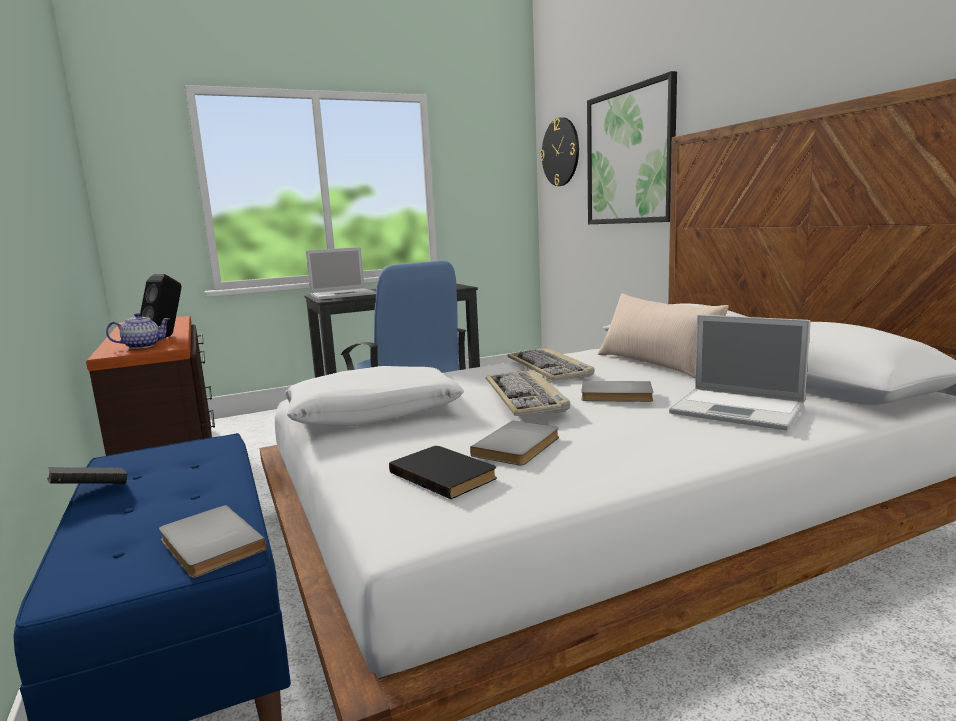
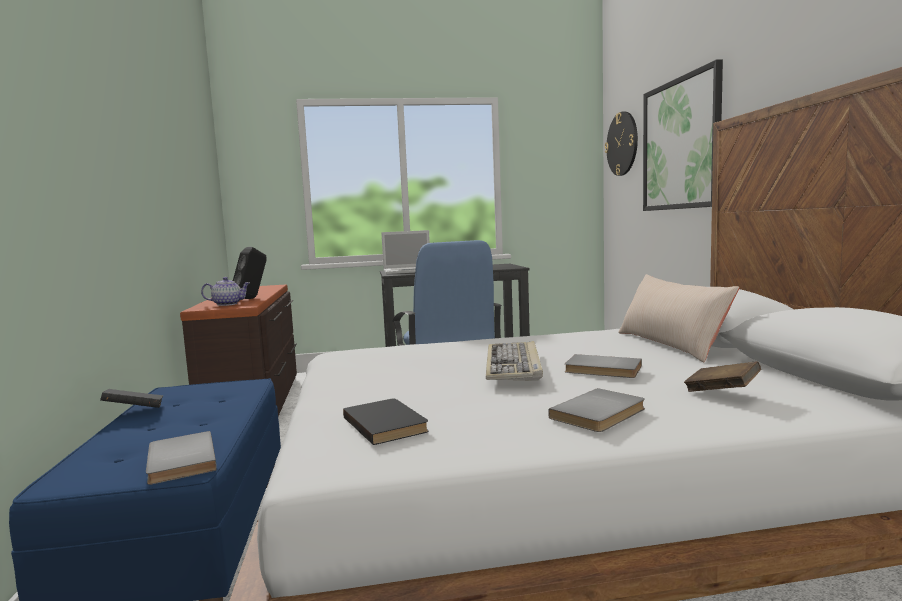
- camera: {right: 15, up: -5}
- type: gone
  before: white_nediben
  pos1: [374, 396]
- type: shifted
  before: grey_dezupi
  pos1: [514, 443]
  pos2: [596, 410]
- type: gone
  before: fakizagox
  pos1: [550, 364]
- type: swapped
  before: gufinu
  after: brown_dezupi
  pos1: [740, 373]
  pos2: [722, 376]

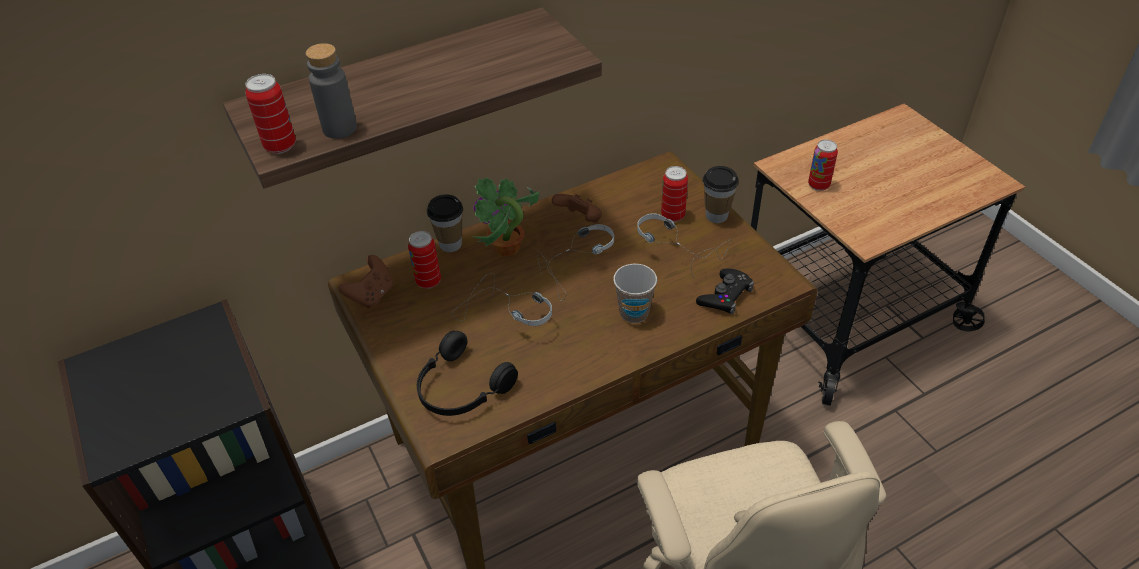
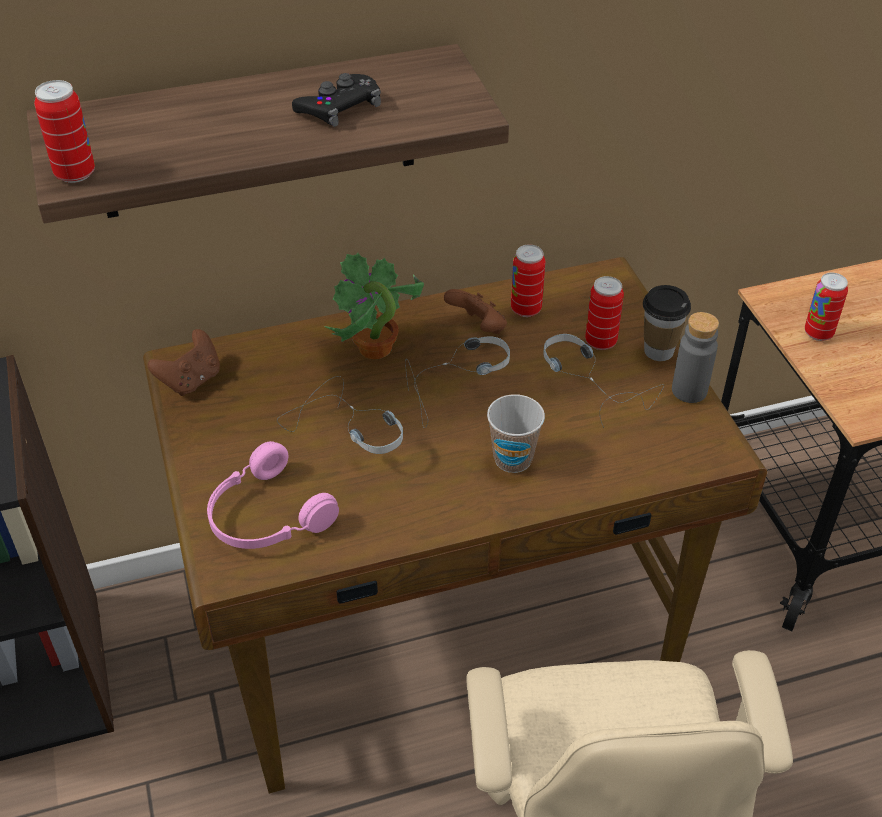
- camera: {right: 10, up: 0}
- type: shifted
  before: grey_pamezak
  pos1: [331, 91]
  pos2: [695, 357]
- type: shifted
  before: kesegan
  pos1: [424, 260]
  pos2: [528, 281]
- type: repainted
  before: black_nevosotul
  after: pink_nevosotul
  pos1: [467, 373]
  pos2: [273, 495]
- type: gone
  before: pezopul
  pos1: [445, 223]
- type: shifted
  before: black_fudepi
  pos1: [725, 292]
  pos2: [336, 100]

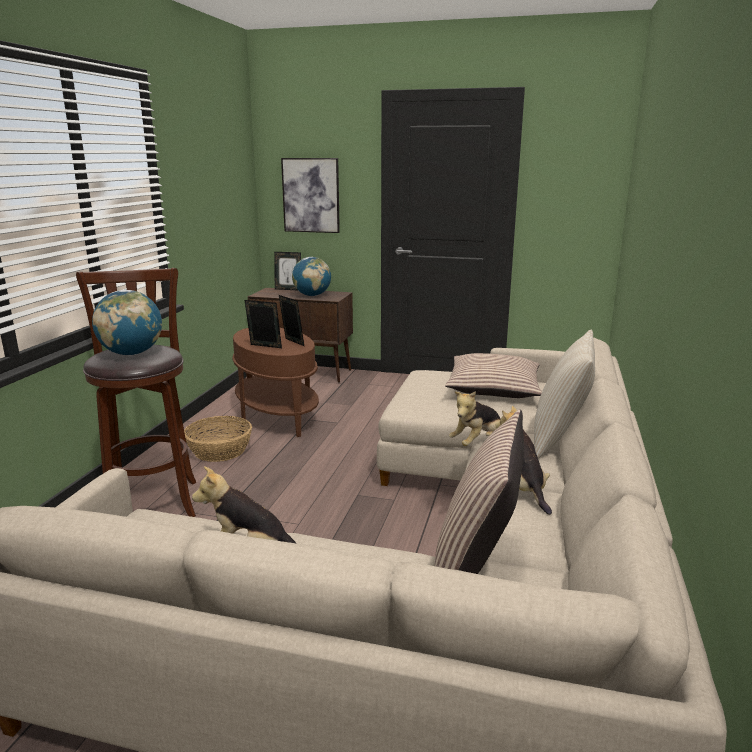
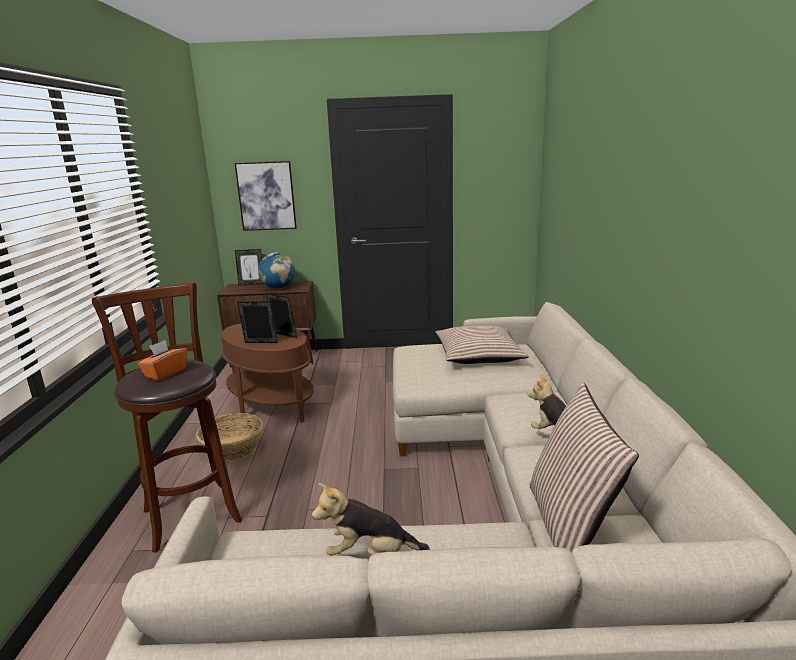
- camera: {right: -15, up: 0}
- type: swapped
  before: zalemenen
  after: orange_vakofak
  pos1: [127, 322]
  pos2: [162, 360]
- type: gone
  before: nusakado
  pos1: [475, 418]
- type: gone
  before: beige_nediben
  pos1: [564, 394]

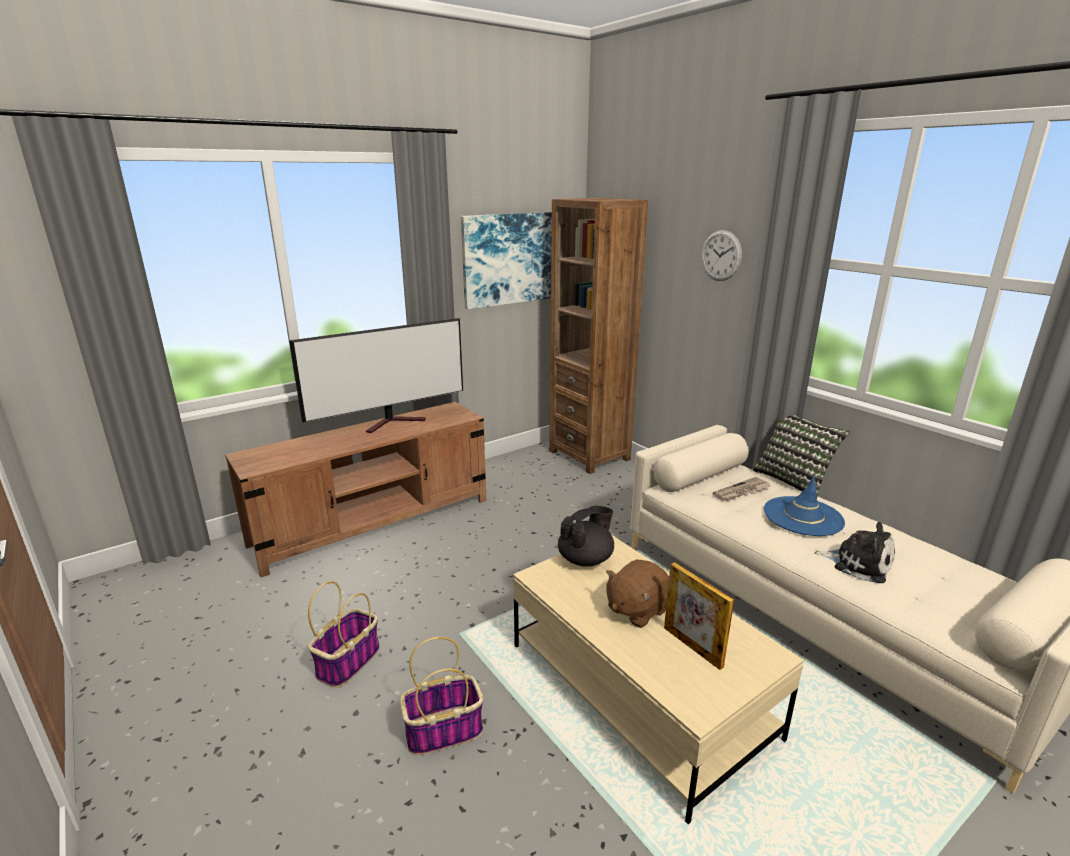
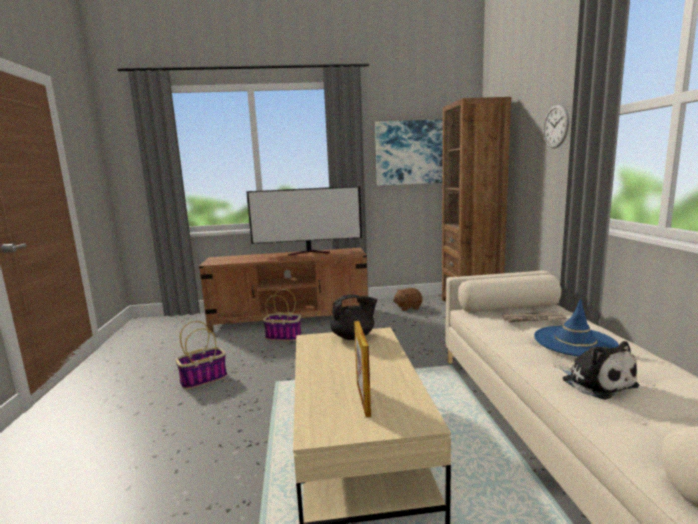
- camera: {right: 30, up: -10}
- type: shifted
  before: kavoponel
  pos1: [441, 696]
  pos2: [282, 315]
- type: shifted
  before: brown_nusakado
  pos1: [637, 593]
  pos2: [407, 299]
- type: gone
  before: nediben
  pos1: [801, 455]

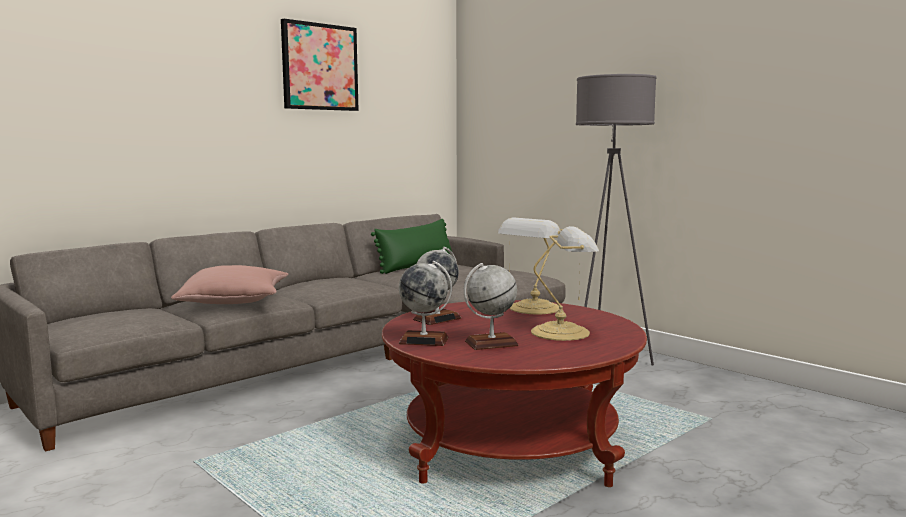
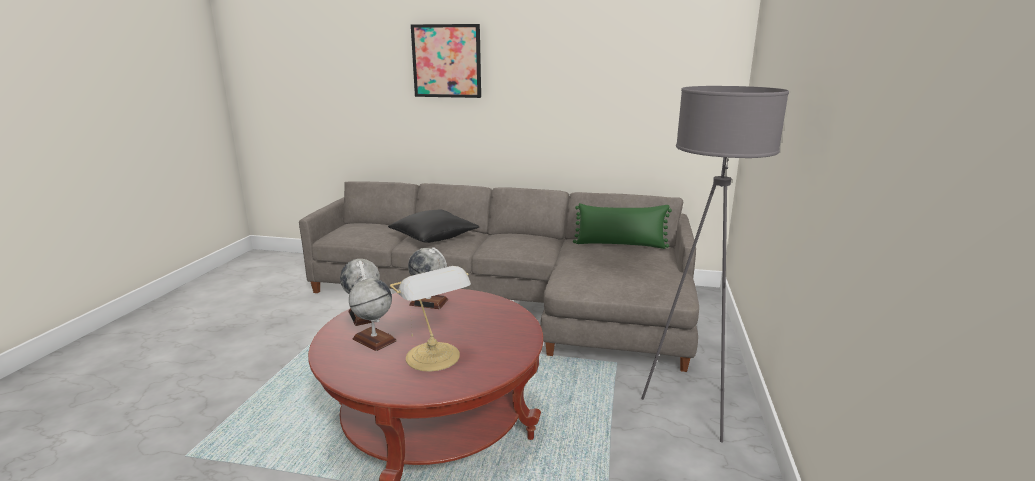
- camera: {right: 55, up: 10}
- type: repainted
  before: pink_nediben
  after: black_nediben
  pos1: [229, 284]
  pos2: [433, 226]
- type: shifted
  before: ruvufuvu
  pos1: [320, 65]
  pos2: [446, 61]
- type: gone
  before: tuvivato
  pos1: [530, 265]

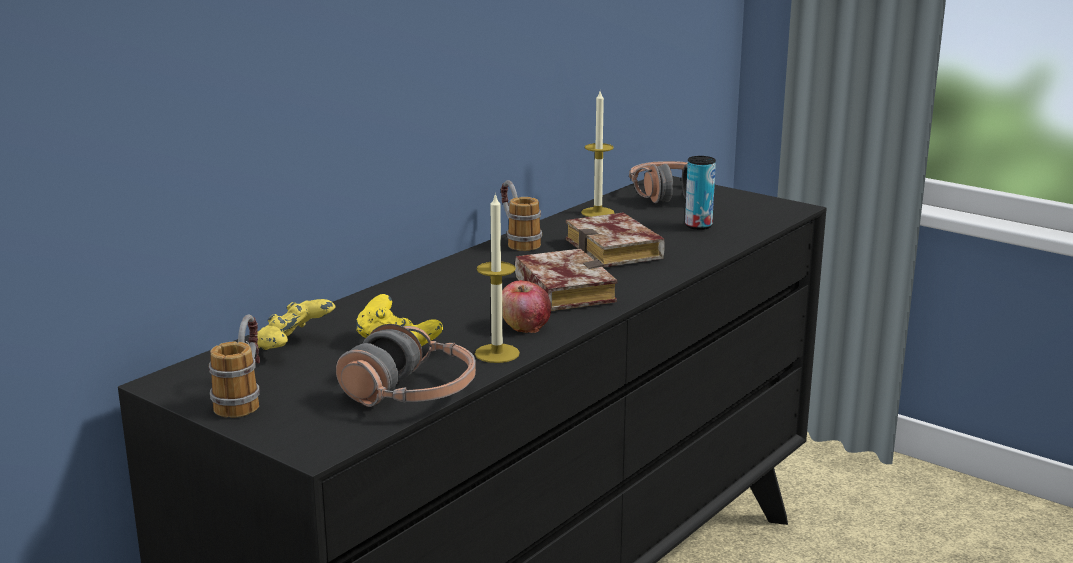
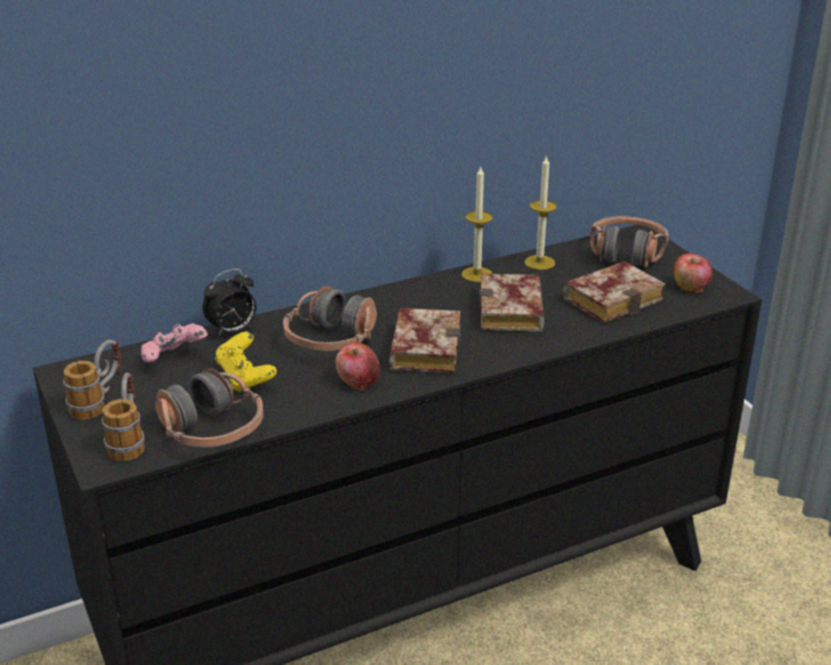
- camera: {right: 25, up: 10}
- type: repainted
  before: yellow_fudepi
  after: pink_fudepi
  pos1: [296, 324]
  pos2: [174, 342]
- type: shifted
  before: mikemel
  pos1: [497, 278]
  pos2: [477, 223]
- type: shifted
  before: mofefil
  pos1: [521, 215]
  pos2: [123, 417]
- type: swapped
  before: kesegan
  after: dezupi
  pos1: [700, 193]
  pos2: [614, 292]
- type: new
  after: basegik
  pos2: [229, 303]
- type: new
  after: nevosotul
  pos2: [330, 318]
- type: new
  after: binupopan
  pos2: [692, 273]

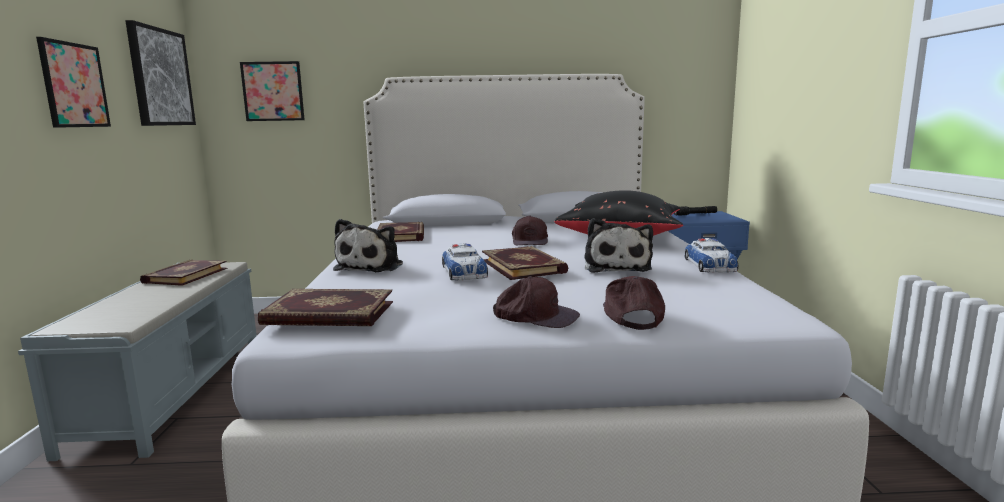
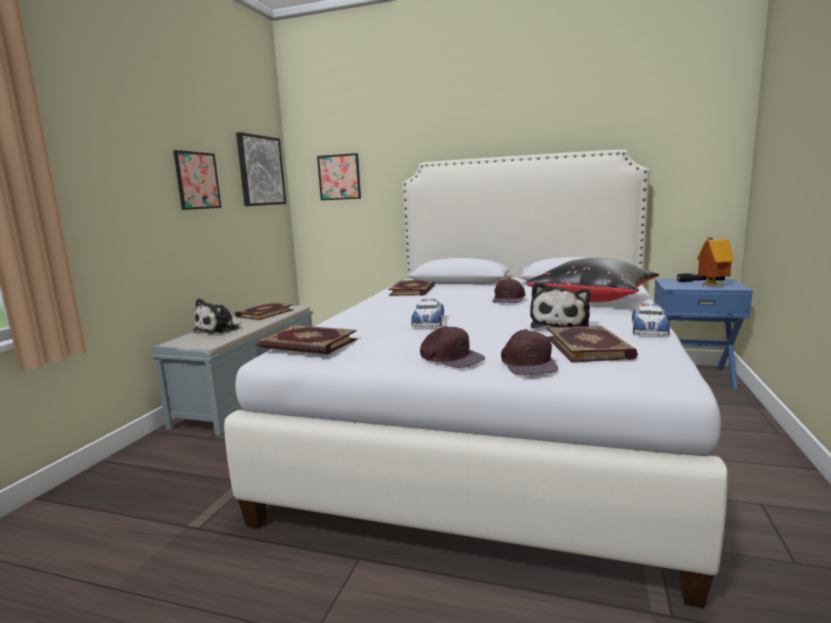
- camera: {right: 20, up: 0}
- type: shifted
  before: nusakado
  pos1: [368, 245]
  pos2: [217, 316]
- type: shifted
  before: dezupi
  pos1: [525, 263]
  pos2: [592, 344]
- type: rotated
  before: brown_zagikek
  pos1: [634, 303]
  pos2: [529, 352]
  turn: 150
- type: new
  after: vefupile
  pos2: [715, 262]

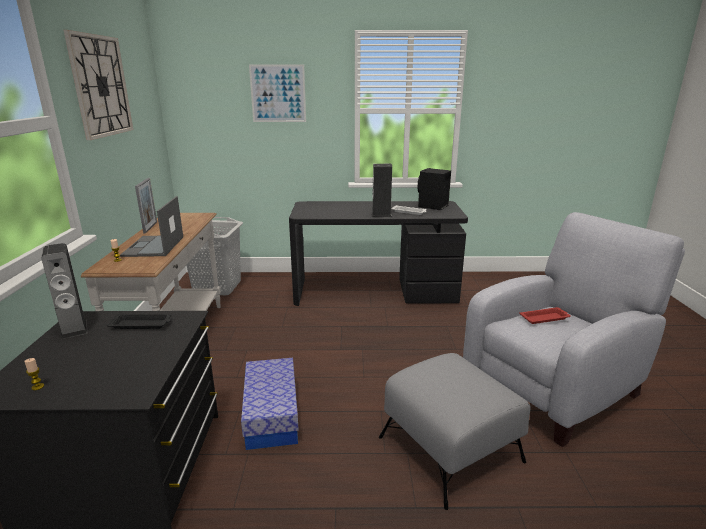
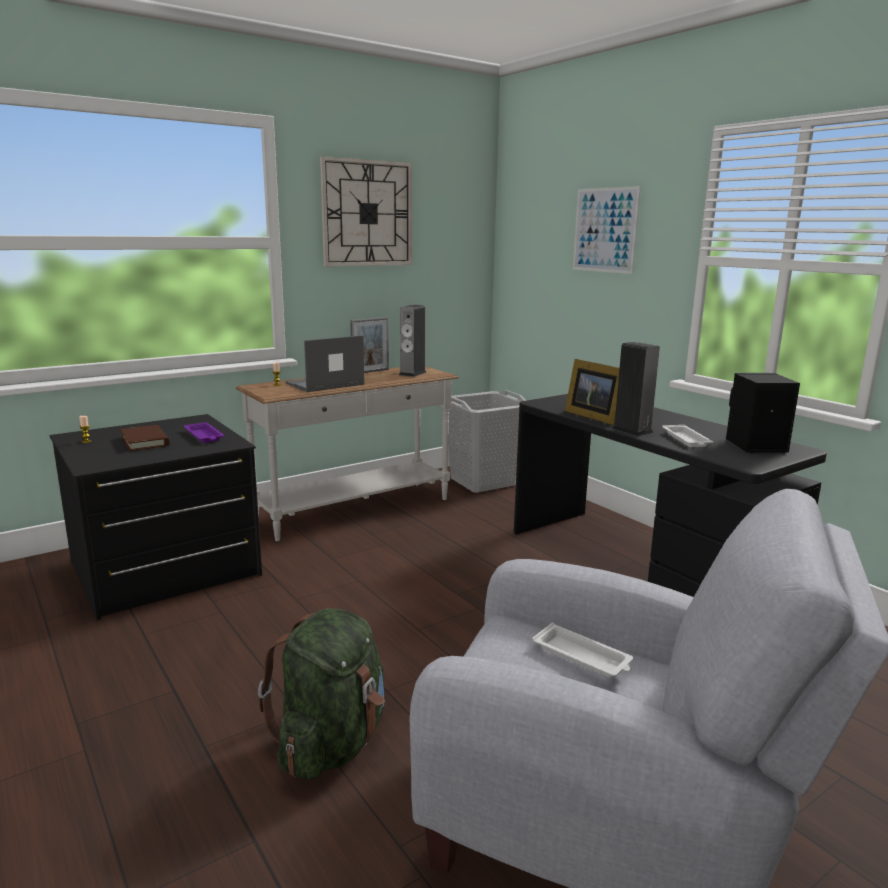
- camera: {right: 55, up: -5}
- type: shifted
  before: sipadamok
  pos1: [64, 291]
  pos2: [412, 341]
- type: repainted
  before: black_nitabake
  after: purple_nitabake
  pos1: [139, 321]
  pos2: [204, 432]
- type: gone
  before: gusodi
  pos1: [270, 404]
- type: swapped
  before: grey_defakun
  after: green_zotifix
  pos1: [455, 431]
  pos2: [321, 694]
- type: repainted
  before: red_nitabake
  after: white_nitabake
  pos1: [545, 315]
  pos2: [582, 650]
- type: new
  after: brown_dezupi
  pos2: [145, 438]
- type: new
  after: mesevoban
  pos2: [592, 392]

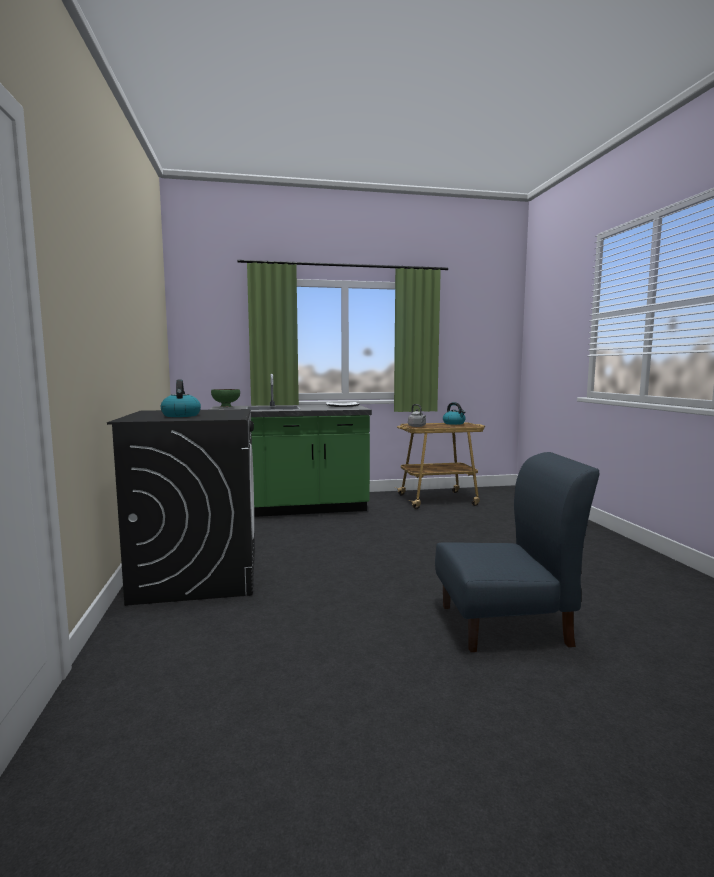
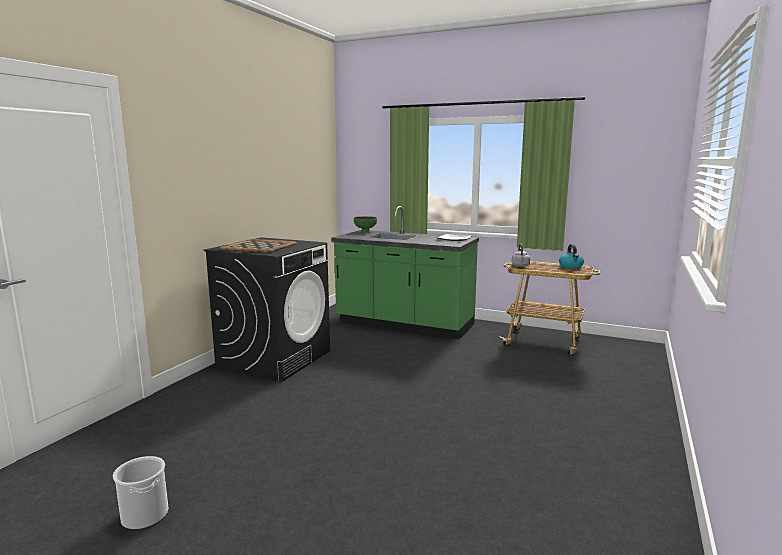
- camera: {right: 35, up: 5}
- type: swapped
  before: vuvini
  after: nitabake
  pos1: [181, 398]
  pos2: [258, 246]
- type: gone
  before: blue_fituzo
  pos1: [517, 552]
- type: new
  after: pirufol
  pos2: [140, 493]

